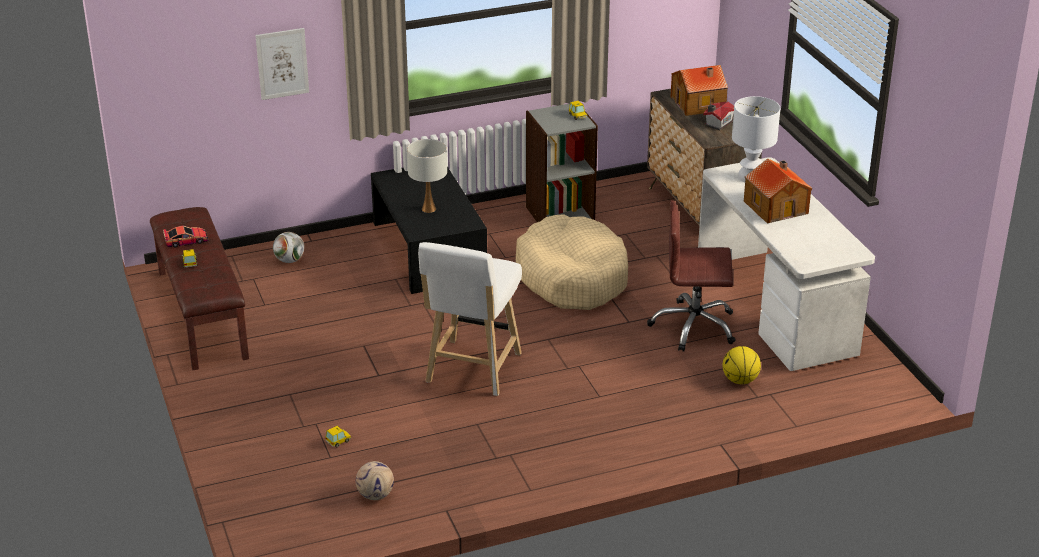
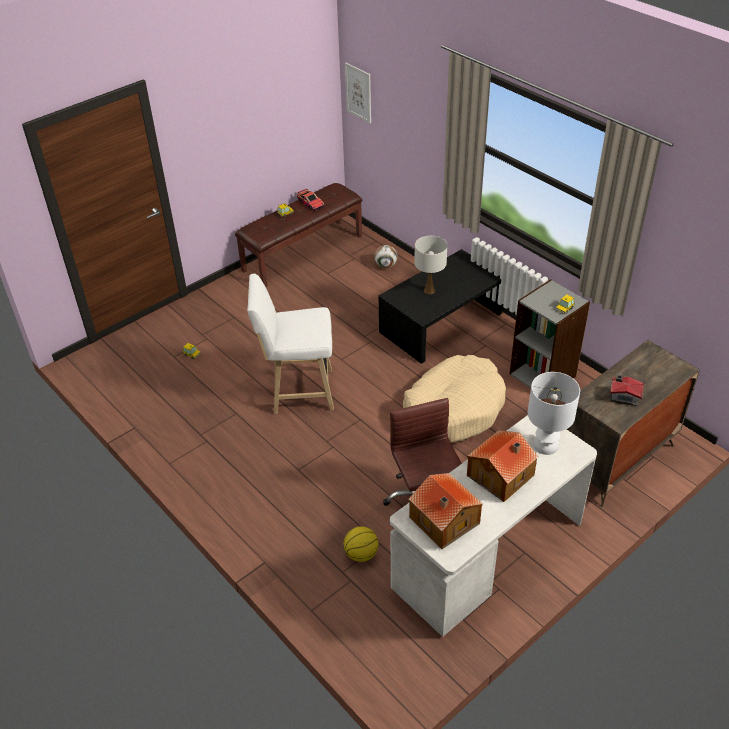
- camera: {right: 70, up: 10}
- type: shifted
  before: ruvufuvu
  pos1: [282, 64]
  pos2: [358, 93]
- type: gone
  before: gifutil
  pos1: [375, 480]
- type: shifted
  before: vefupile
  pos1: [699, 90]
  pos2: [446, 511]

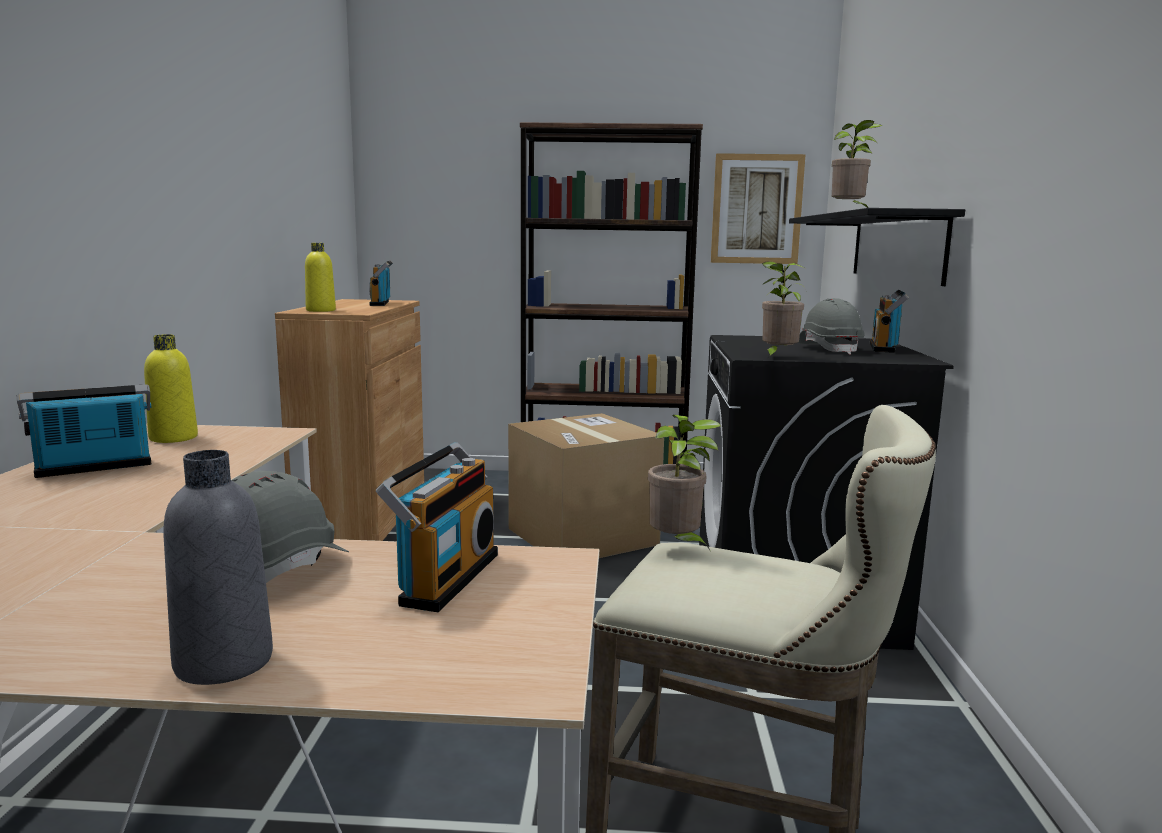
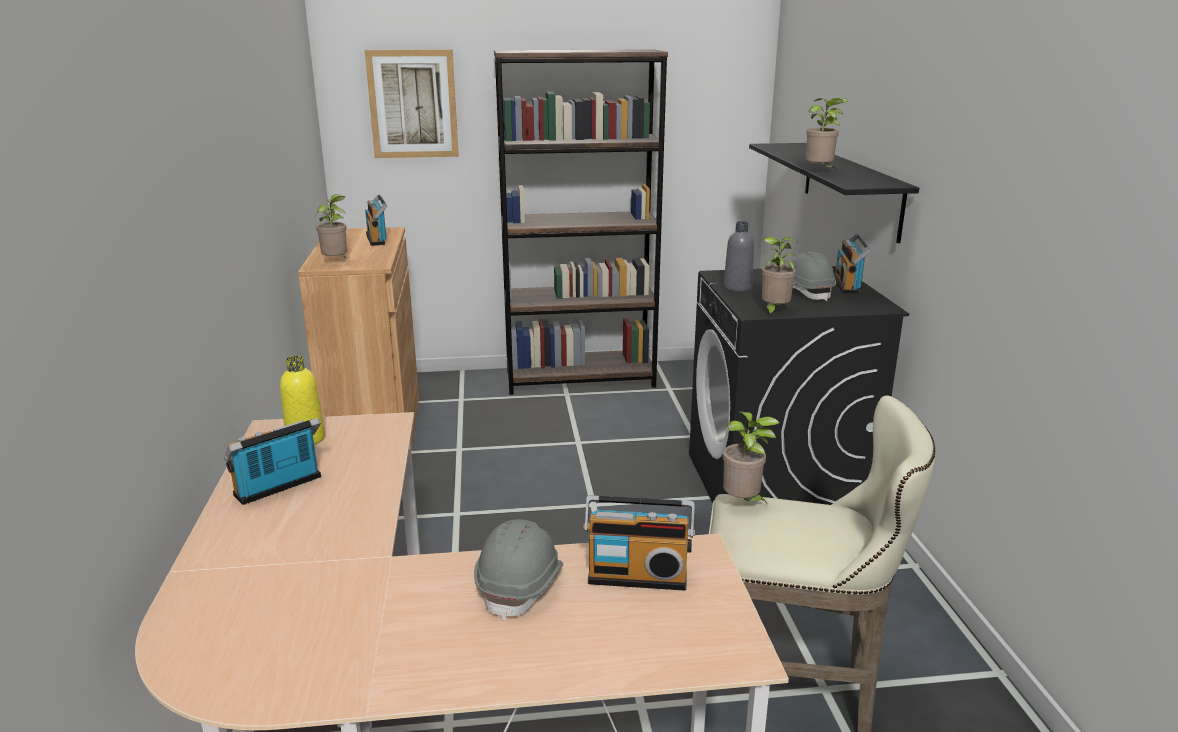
- camera: {right: -10, up: 10}
- type: shifted
  before: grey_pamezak
  pos1: [218, 567]
  pos2: [739, 256]
- type: swapped
  before: yellow_pamezak
  after: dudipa
  pos1: [320, 277]
  pos2: [330, 225]
- type: rotated
  before: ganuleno
  pos1: [437, 527]
  pos2: [639, 543]
  turn: 90
- type: gone
  before: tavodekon
  pos1: [586, 485]
- type: shifted
  before: ruvufuvu
  pos1: [758, 208]
  pos2: [412, 104]

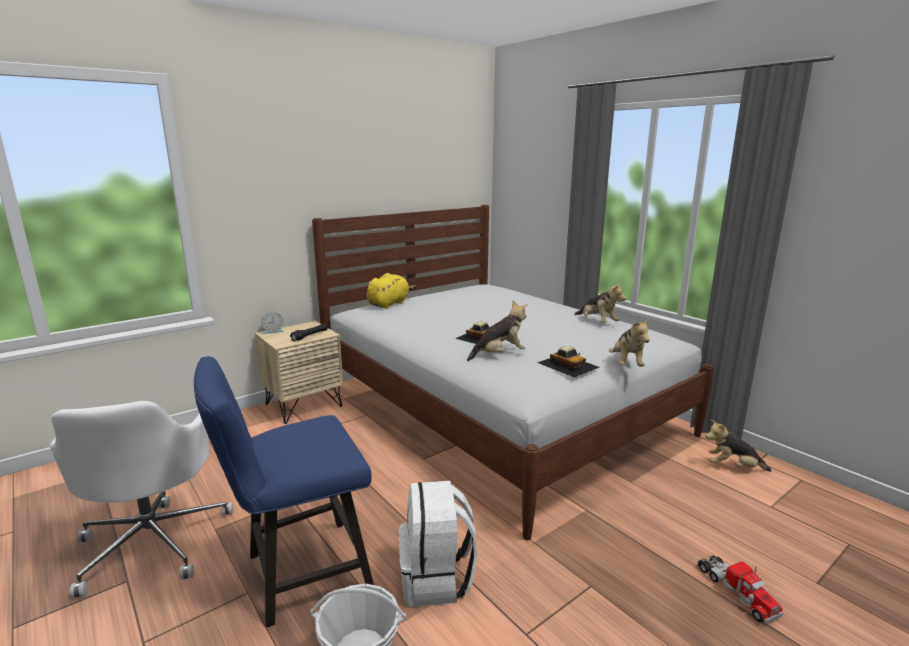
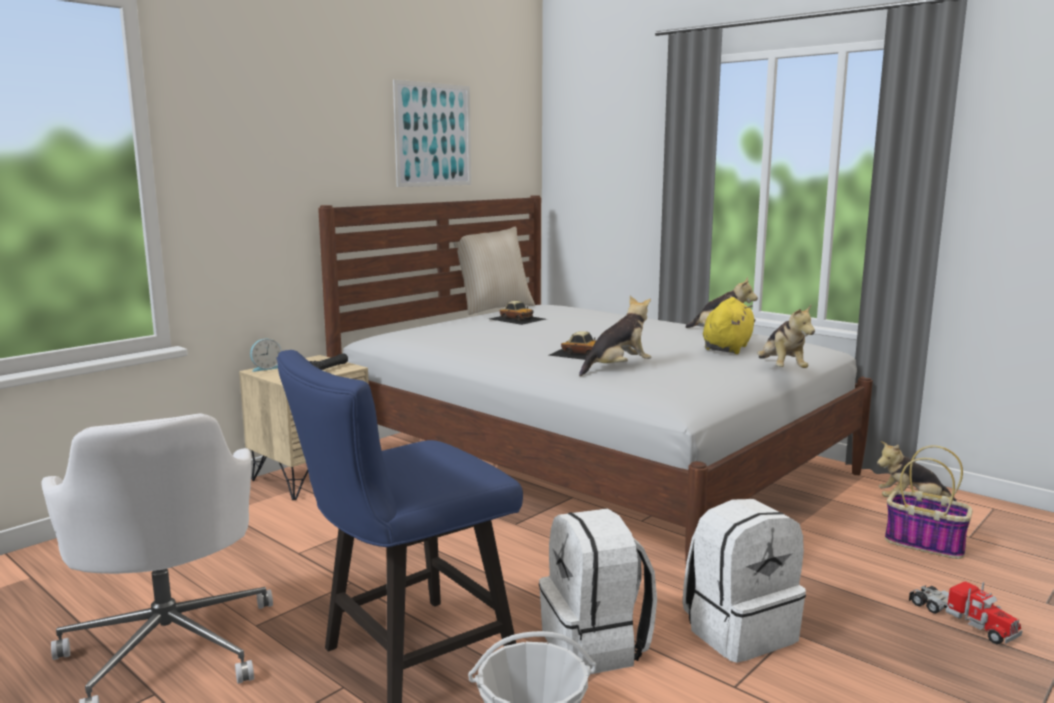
- camera: {right: -10, up: -5}
- type: shifted
  before: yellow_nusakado
  pos1: [392, 291]
  pos2: [729, 325]
- type: shifted
  before: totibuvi
  pos1: [568, 361]
  pos2: [517, 313]
- type: new
  after: ruvufuvu
  pos2: [432, 133]
- type: new
  after: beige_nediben
  pos2: [494, 271]
- type: new
  after: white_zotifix
  pos2: [744, 581]
- type: new
  after: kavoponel
  pos2: [928, 502]

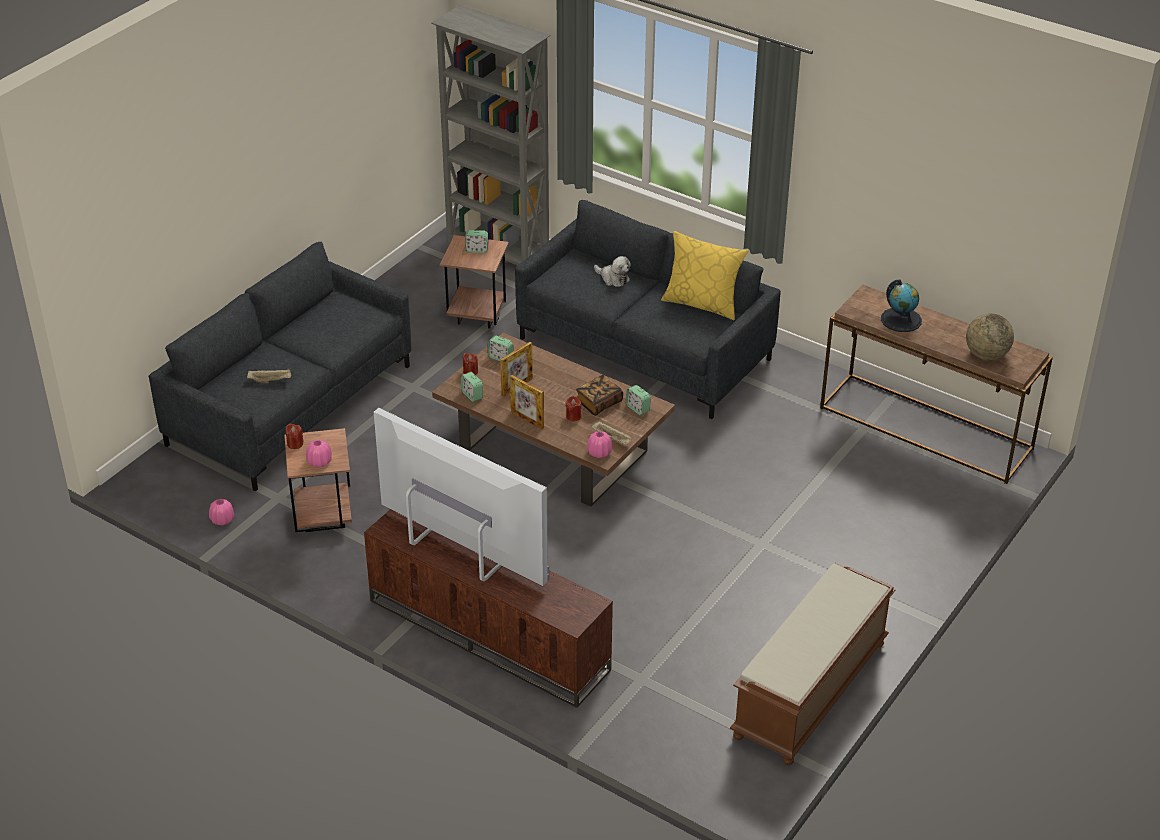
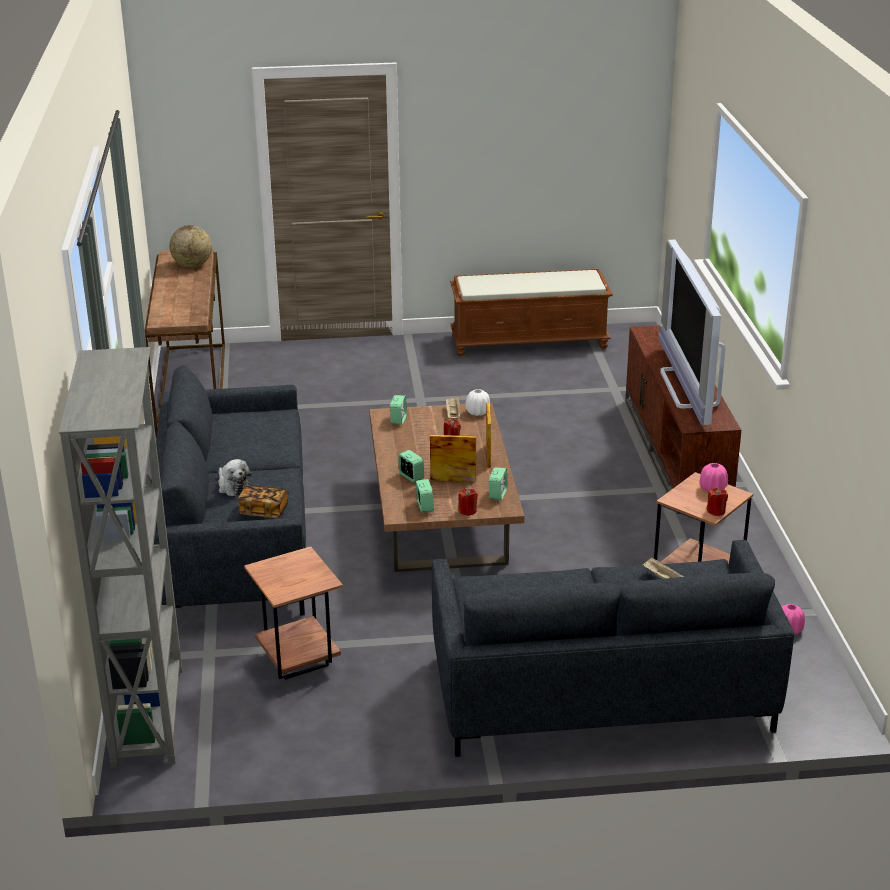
- camera: {right: -130, up: -10}
- type: shifted
  before: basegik
  pos1: [476, 241]
  pos2: [411, 466]
- type: shifted
  before: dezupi
  pos1: [599, 395]
  pos2: [263, 502]
- type: repainted
  before: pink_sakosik
  after: white_sakosik
  pos1: [599, 444]
  pos2: [477, 402]
- type: rotated
  before: nusakado
  pos1: [612, 271]
  pos2: [235, 477]
  turn: 150
- type: gone
  before: yellow_nediben
  pos1: [704, 275]
- type: gone
  before: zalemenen
  pos1: [901, 306]

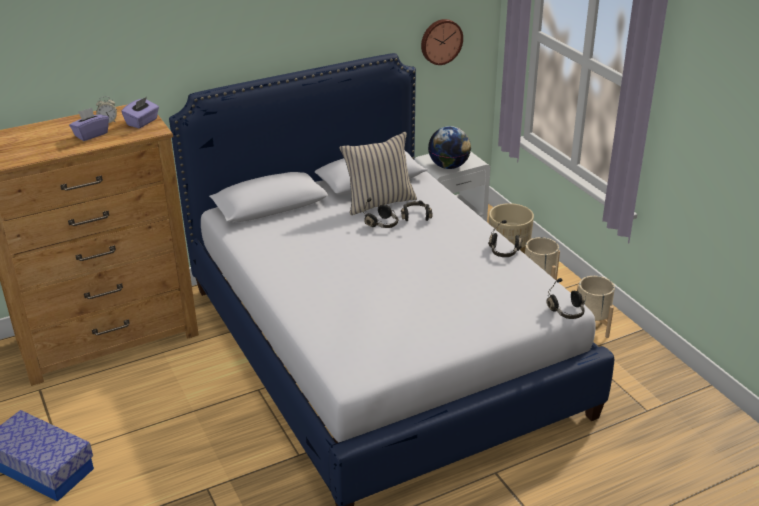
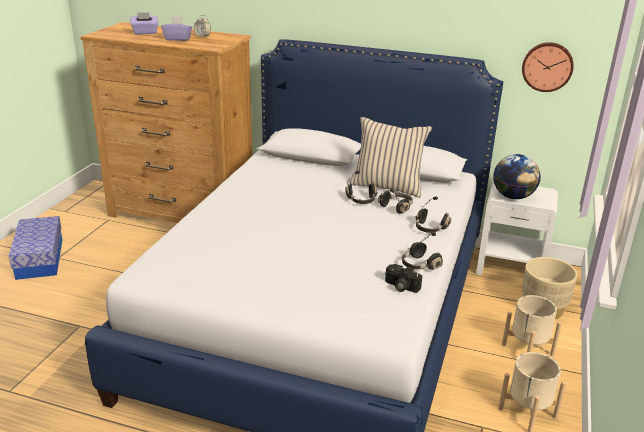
- camera: {right: 45, up: -5}
- type: shifted
  before: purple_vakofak
  pos1: [140, 112]
  pos2: [144, 23]
- type: shifted
  before: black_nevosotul
  pos1: [565, 298]
  pos2: [433, 214]
- type: new
  after: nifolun
  pos2: [403, 278]

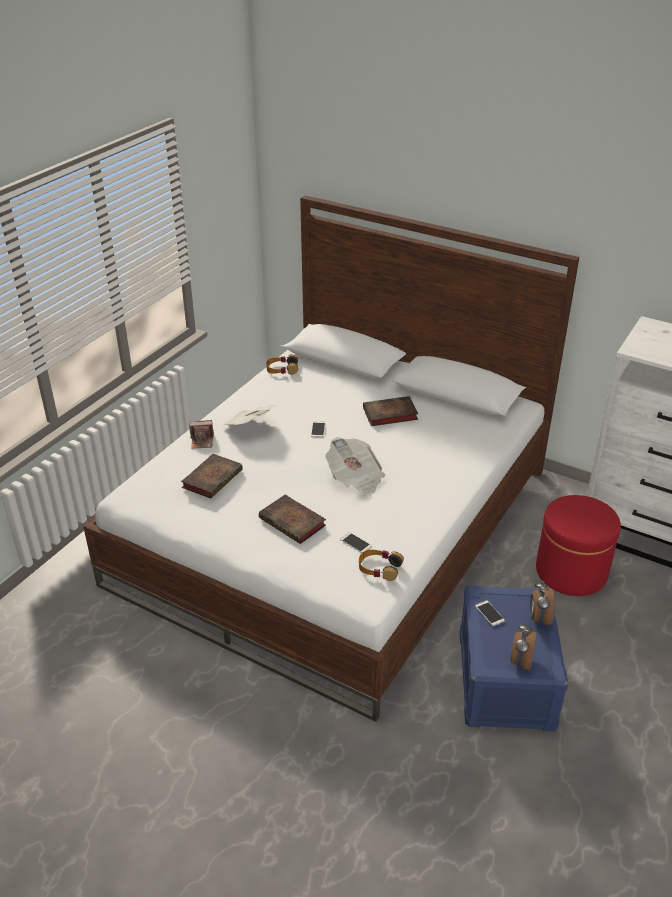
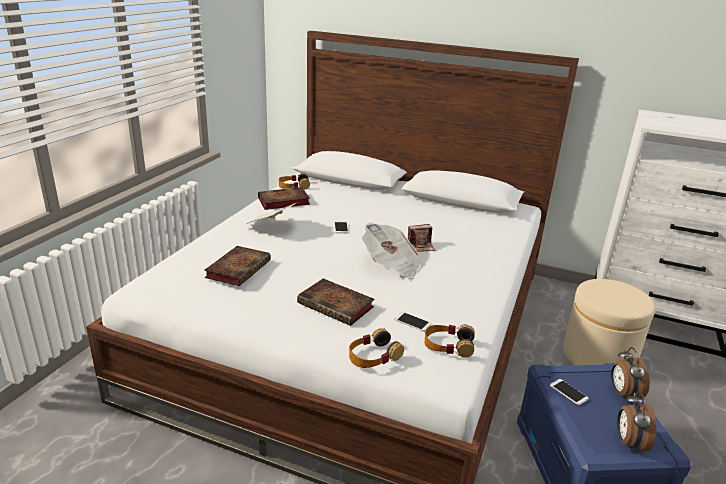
- camera: {right: -10, up: -10}
- type: shifted
  before: nifolun
  pos1: [201, 434]
  pos2: [422, 238]
- type: shifted
  before: dezupi
  pos1: [390, 411]
  pos2: [284, 198]
- type: repainted
  before: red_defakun
  after: beige_defakun
  pos1: [578, 545]
  pos2: [609, 322]
- type: new
  after: nevosotul
  pos2: [376, 348]

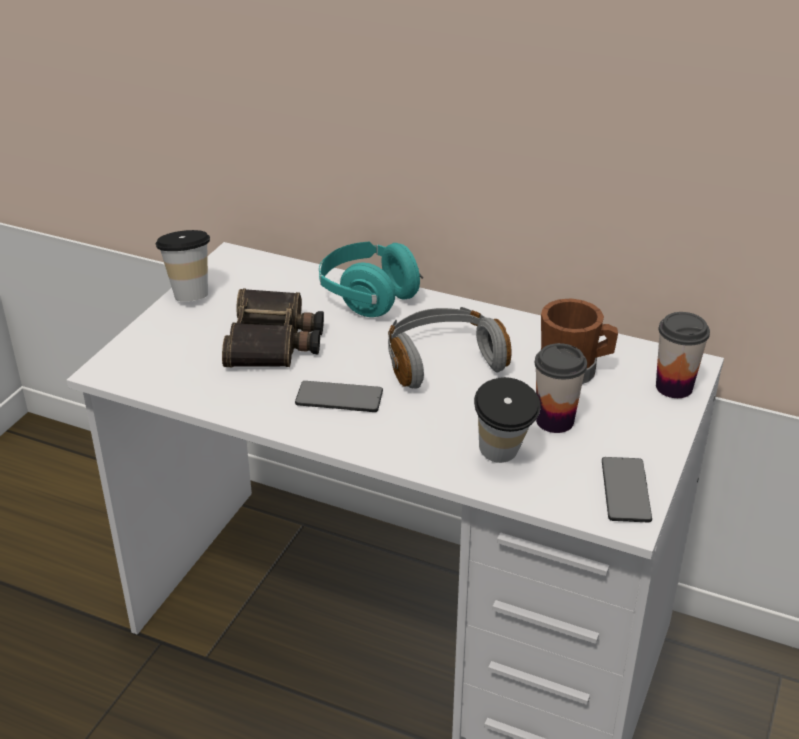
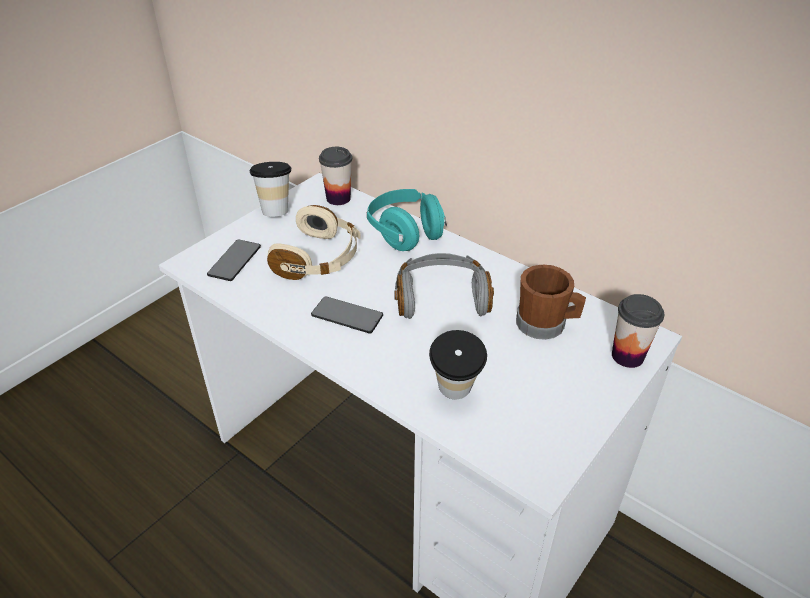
- camera: {right: 15, up: 5}
- type: swapped
  before: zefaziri
  after: beige_nevosotul
  pos1: [273, 327]
  pos2: [313, 242]
- type: shifted
  before: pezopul
  pos1: [561, 388]
  pos2: [335, 176]
- type: shifted
  before: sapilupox
  pos1: [627, 490]
  pos2: [234, 260]

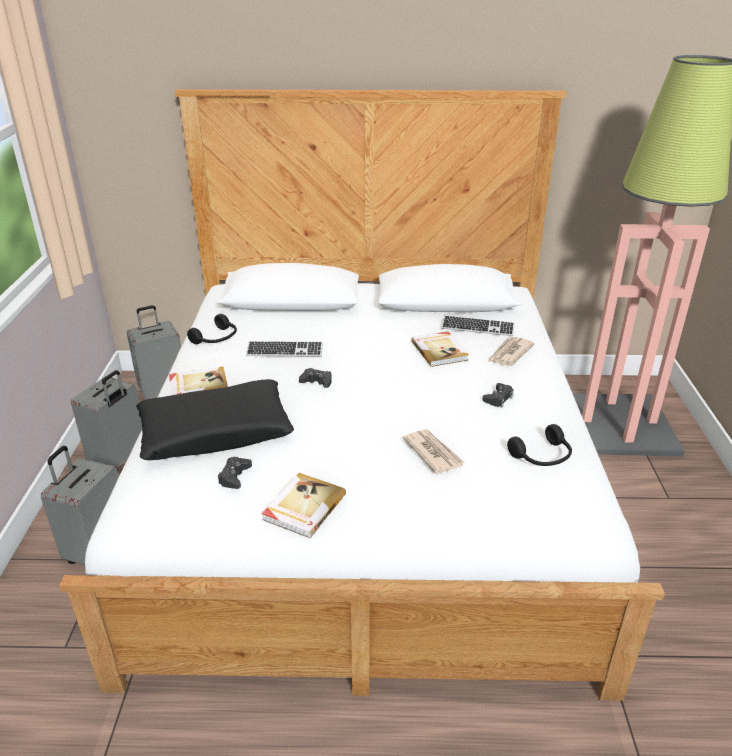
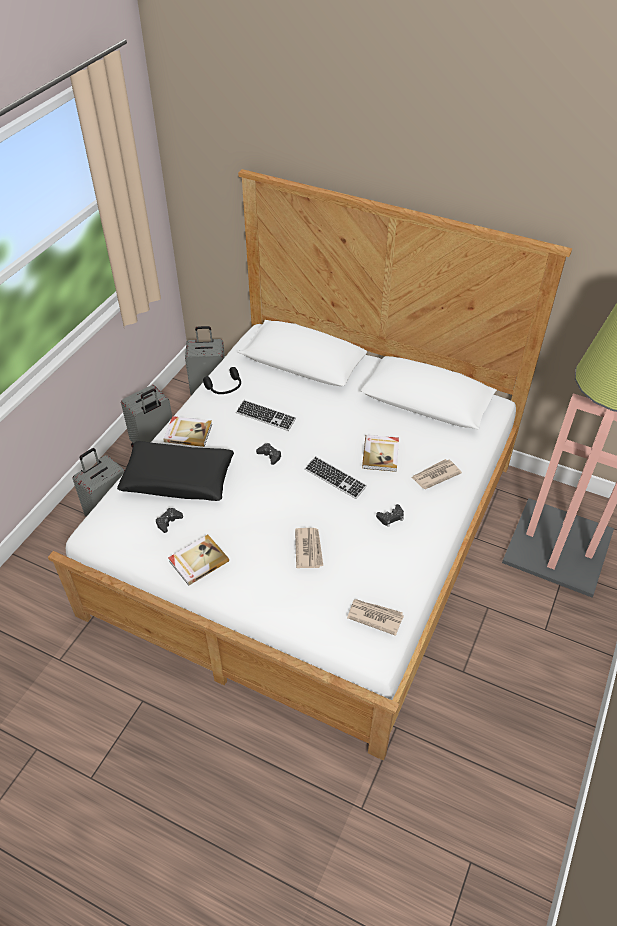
- camera: {right: 25, up: 15}
- type: shifted
  before: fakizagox
  pos1: [478, 325]
  pos2: [336, 477]
- type: gone
  before: black_nevosotul
  pos1: [539, 445]
- type: new
  after: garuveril
  pos2: [375, 617]

